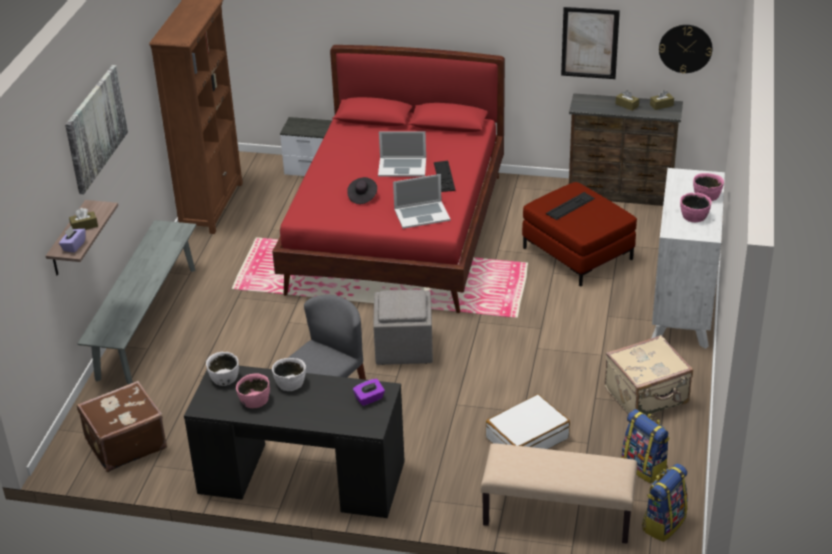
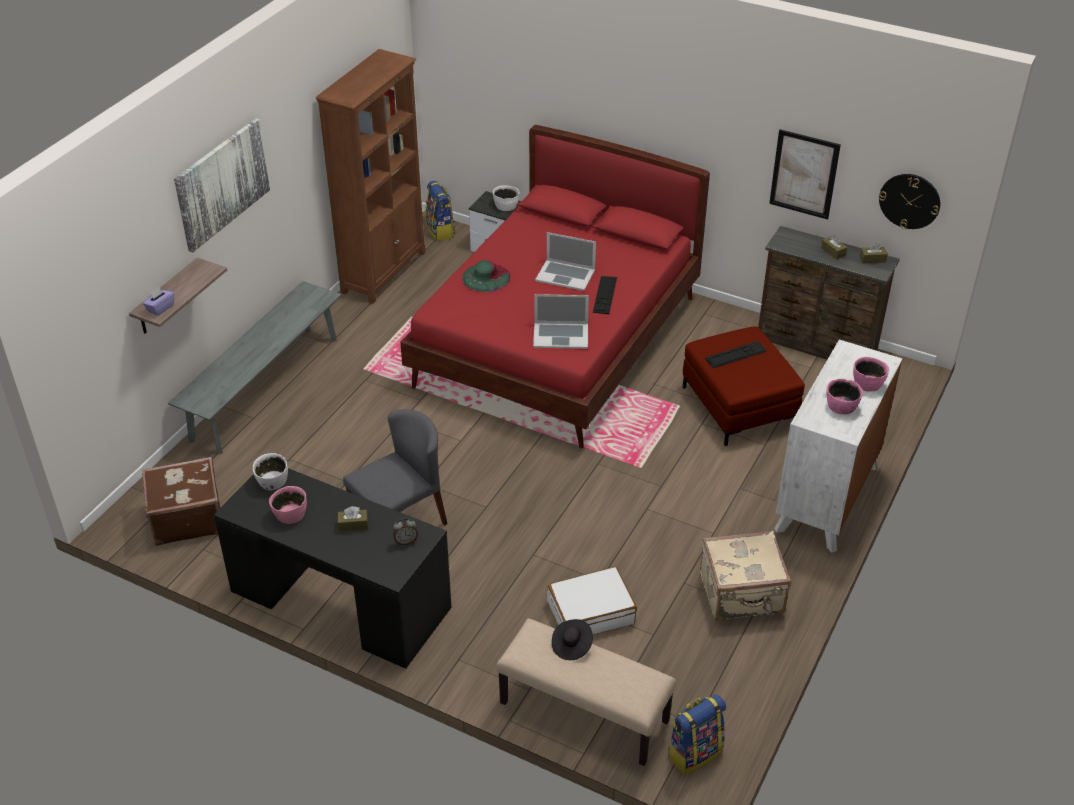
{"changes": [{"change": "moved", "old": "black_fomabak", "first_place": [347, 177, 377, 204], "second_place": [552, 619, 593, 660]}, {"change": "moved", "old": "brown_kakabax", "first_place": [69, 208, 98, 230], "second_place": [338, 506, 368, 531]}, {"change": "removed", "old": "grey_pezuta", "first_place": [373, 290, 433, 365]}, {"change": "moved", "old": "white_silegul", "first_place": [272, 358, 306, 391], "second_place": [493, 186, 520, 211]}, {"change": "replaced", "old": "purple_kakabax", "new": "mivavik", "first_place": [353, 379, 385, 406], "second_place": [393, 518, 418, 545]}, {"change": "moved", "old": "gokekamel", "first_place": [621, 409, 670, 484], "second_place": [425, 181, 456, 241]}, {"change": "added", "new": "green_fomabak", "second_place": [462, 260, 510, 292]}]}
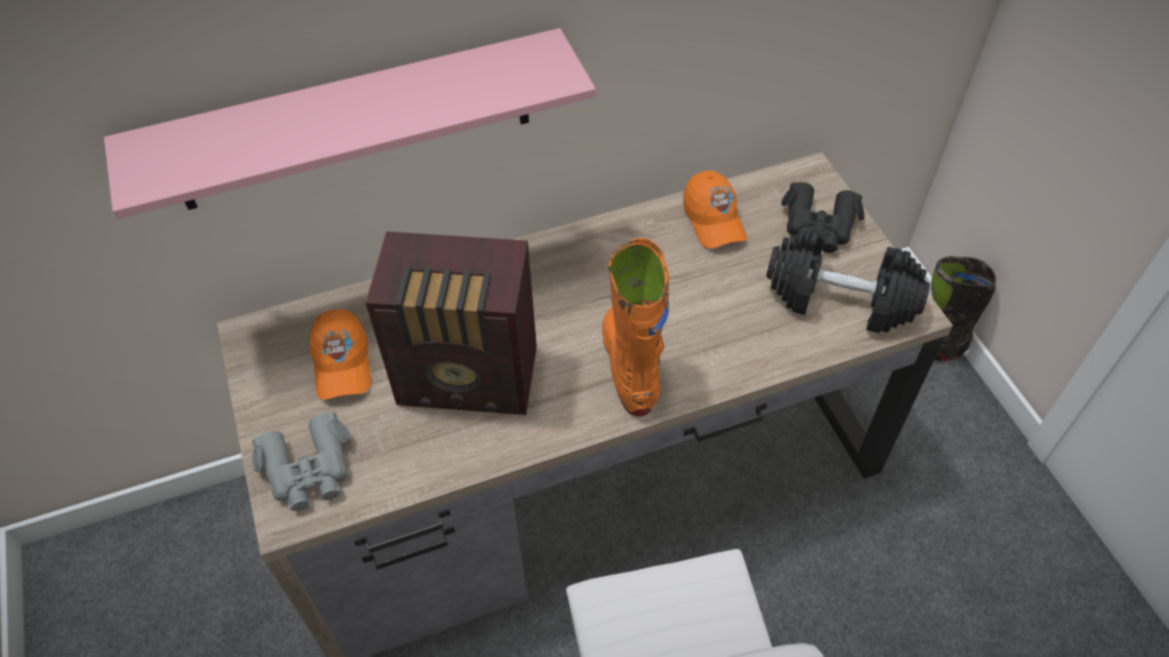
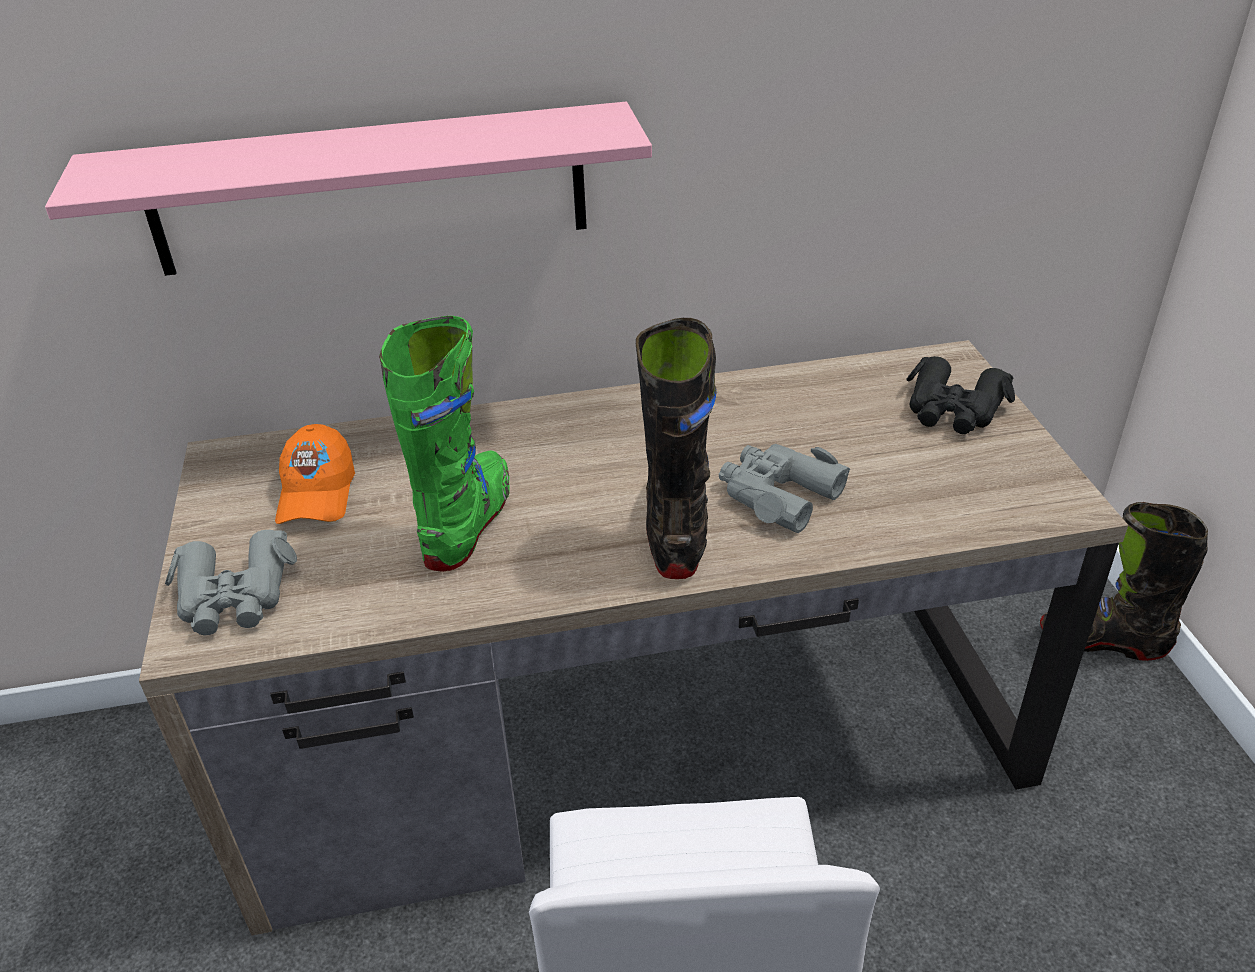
{"changes": [{"change": "removed", "old": "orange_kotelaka", "first_place": [684, 170, 747, 248]}, {"change": "removed", "old": "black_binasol", "first_place": [766, 229, 930, 333]}, {"change": "replaced", "old": "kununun", "new": "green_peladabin", "first_place": [365, 231, 537, 415], "second_place": [379, 316, 510, 572]}, {"change": "recoloured", "old": "orange_peladabin", "new": "black_peladabin", "first_place": [602, 238, 669, 416], "second_place": [636, 318, 717, 579]}, {"change": "added", "new": "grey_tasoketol", "second_place": [719, 444, 850, 533]}]}
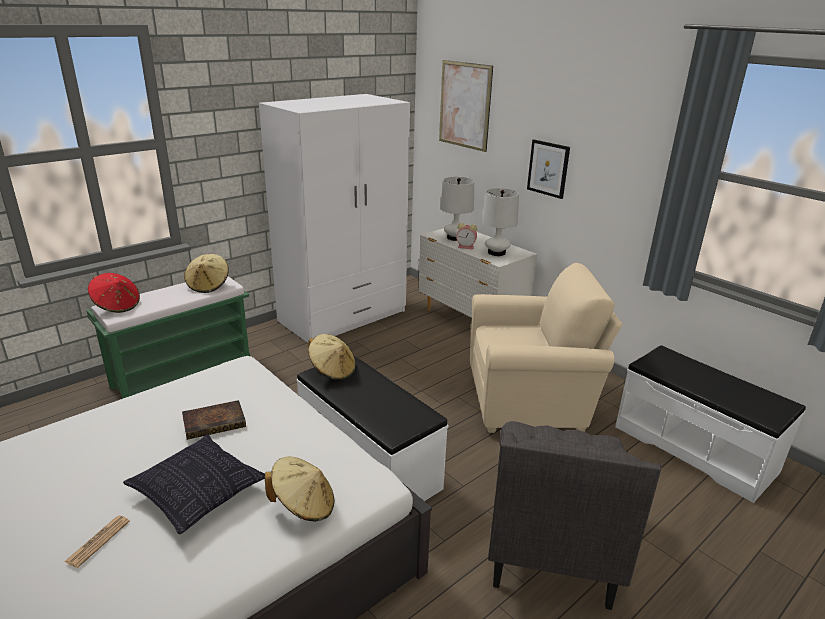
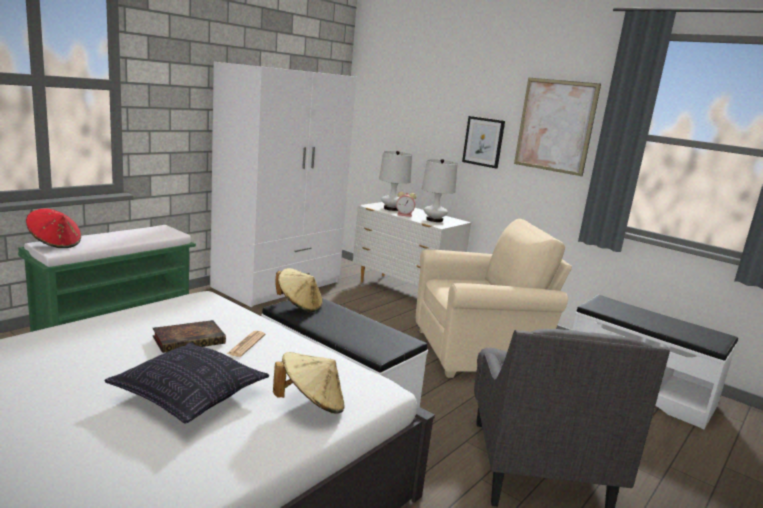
{"changes": [{"change": "moved", "old": "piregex", "first_place": [439, 60, 493, 152], "second_place": [514, 78, 601, 176]}, {"change": "removed", "old": "beige_fomabak", "first_place": [184, 254, 229, 293]}, {"change": "moved", "old": "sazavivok", "first_place": [64, 516, 130, 568], "second_place": [227, 331, 266, 357]}]}
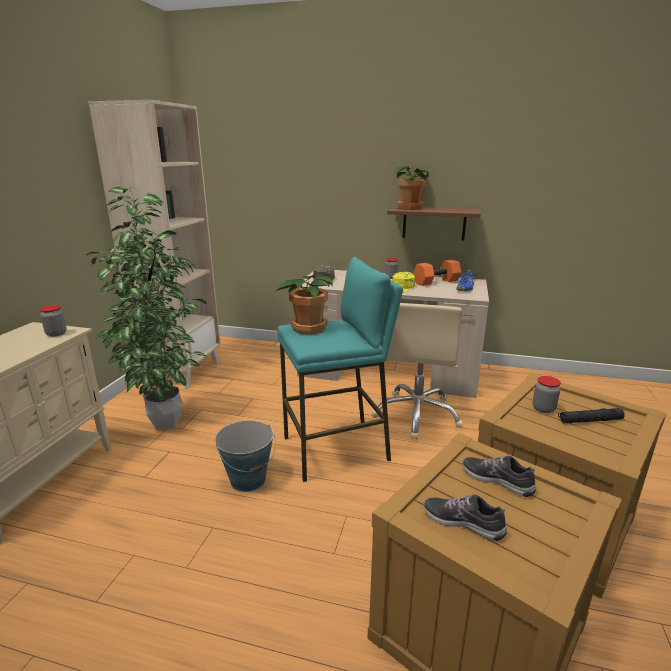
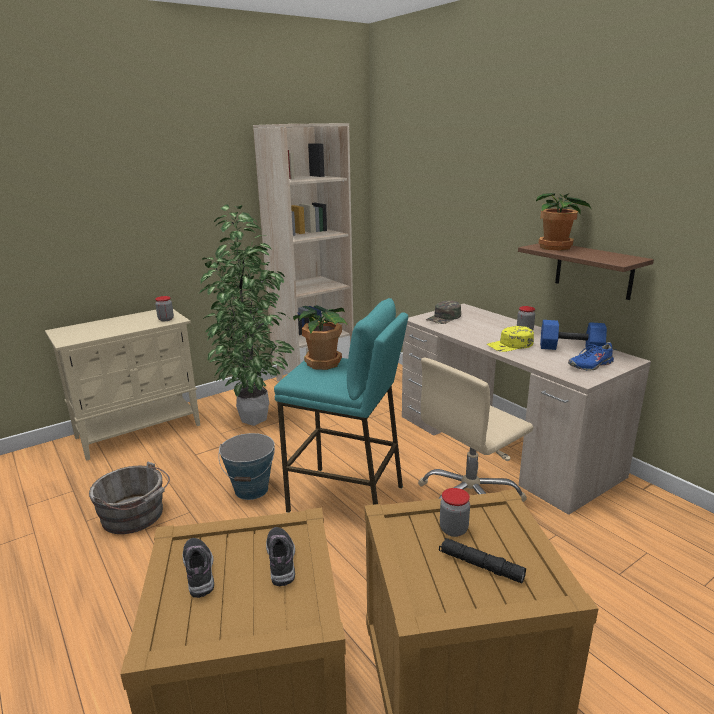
{"changes": [{"change": "recoloured", "old": "orange_binasol", "new": "blue_binasol", "first_place": [413, 260, 461, 286], "second_place": [540, 320, 607, 351]}, {"change": "added", "new": "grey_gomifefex", "second_place": [89, 462, 170, 534]}]}
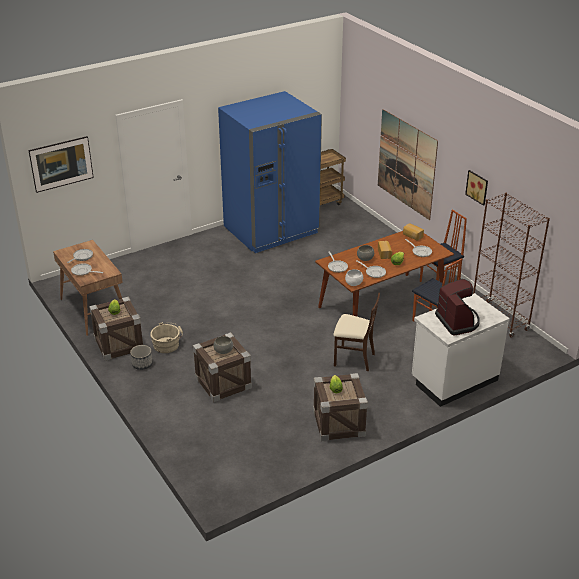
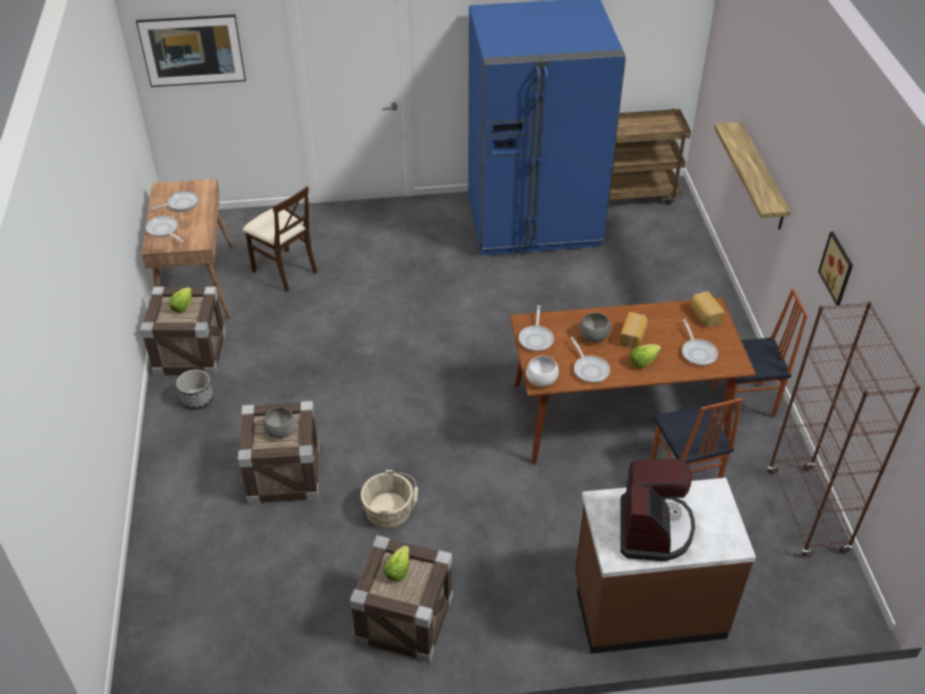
{"changes": [{"change": "replaced", "old": "piregex", "new": "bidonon", "first_place": [378, 109, 438, 220], "second_place": [714, 122, 791, 230]}, {"change": "moved", "old": "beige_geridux", "first_place": [333, 293, 380, 371], "second_place": [243, 186, 317, 292]}, {"change": "recoloured", "old": "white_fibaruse", "new": "brown_fibaruse", "first_place": [412, 293, 510, 407], "second_place": [575, 478, 756, 654]}, {"change": "moved", "old": "beige_gomifefex", "first_place": [150, 322, 183, 353], "second_place": [361, 470, 418, 529]}]}
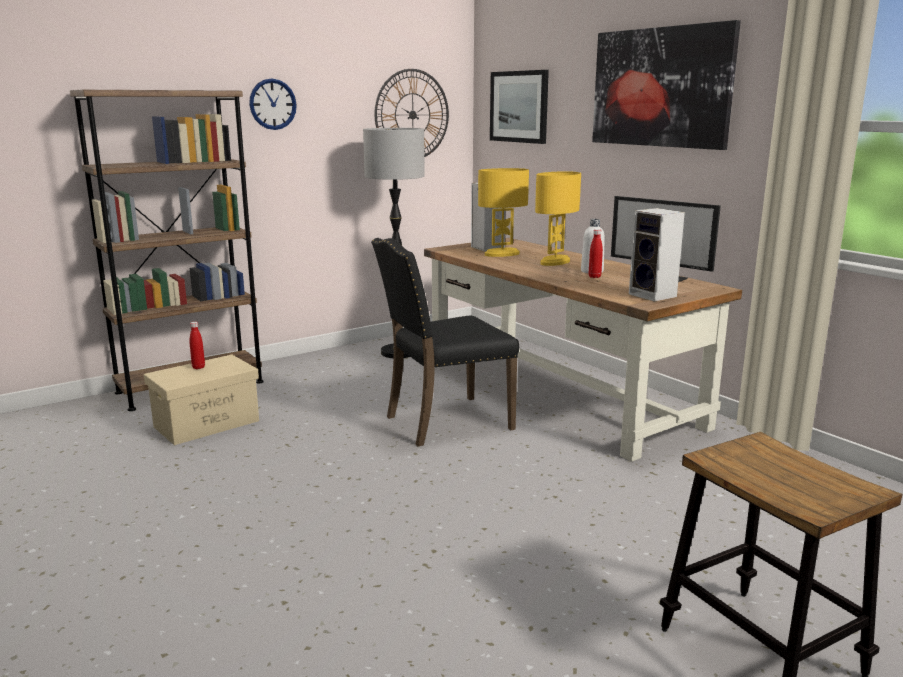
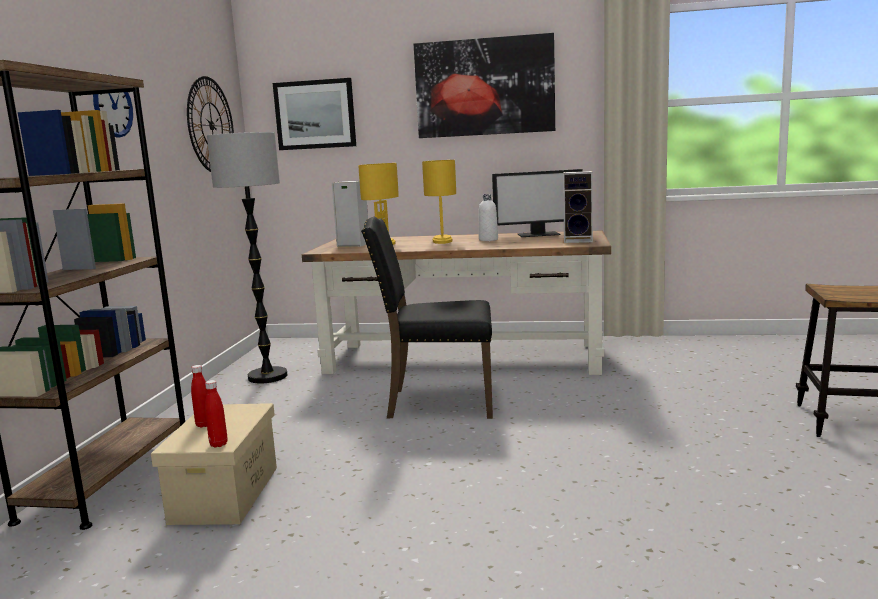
{"changes": [{"change": "moved", "old": "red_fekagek", "first_place": [589, 229, 603, 278], "second_place": [205, 380, 228, 448]}, {"change": "turned", "old": "black_geridux", "first_place": [371, 238, 519, 446], "second_place": [361, 217, 493, 419], "degrees": 75}]}
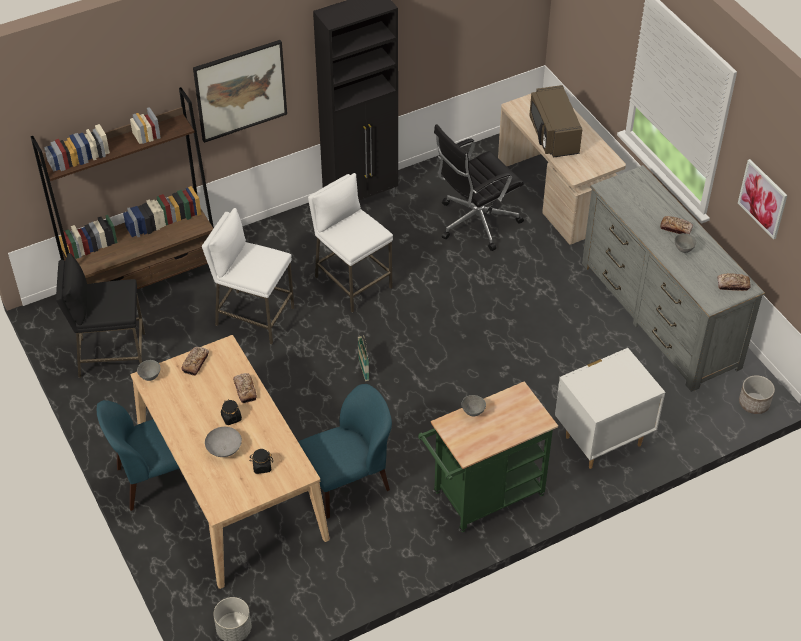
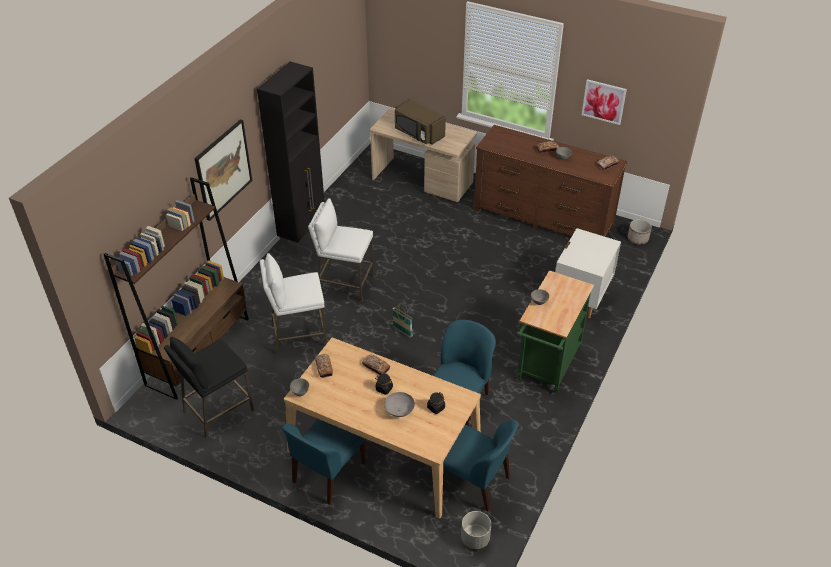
{"changes": [{"change": "removed", "old": "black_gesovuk", "first_place": [434, 124, 524, 251]}, {"change": "recoloured", "old": "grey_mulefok", "new": "brown_mulefok", "first_place": [582, 165, 765, 392], "second_place": [474, 125, 628, 237]}, {"change": "added", "new": "blue_geridux", "second_place": [443, 420, 519, 512]}]}
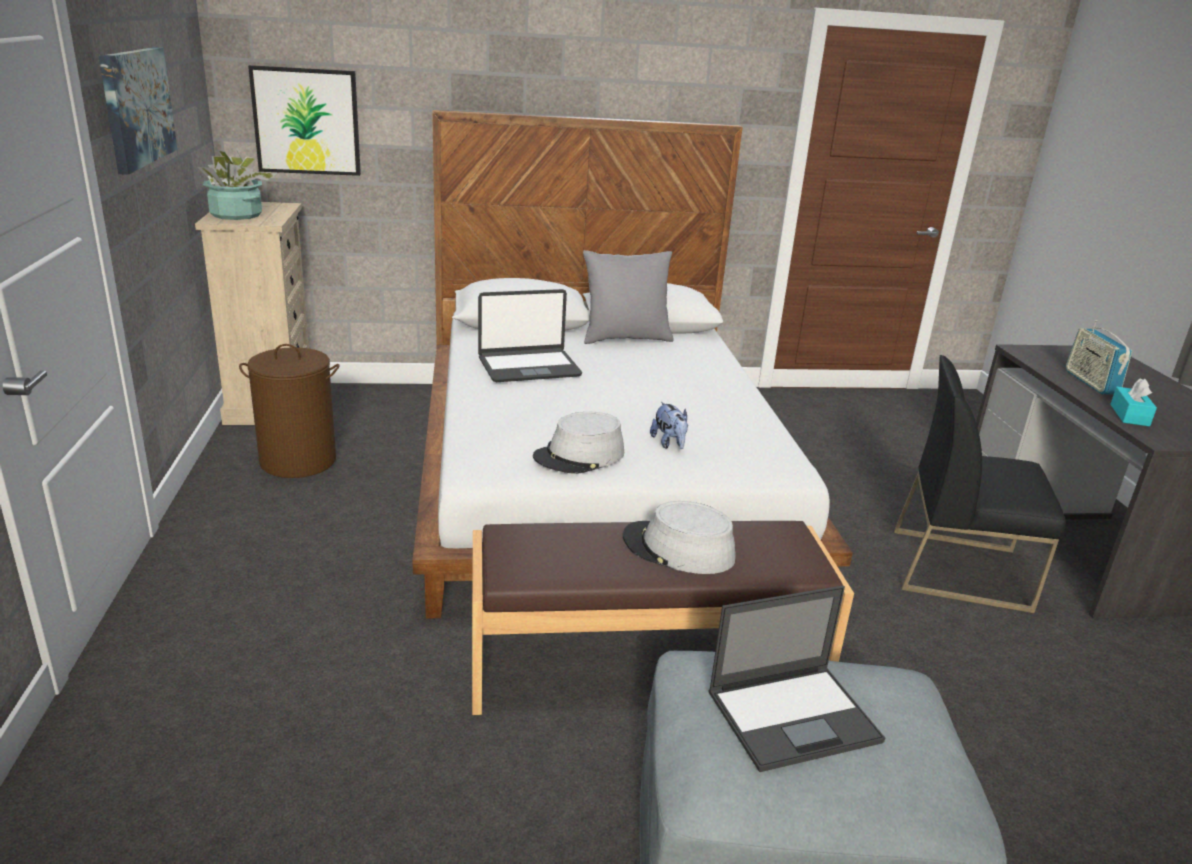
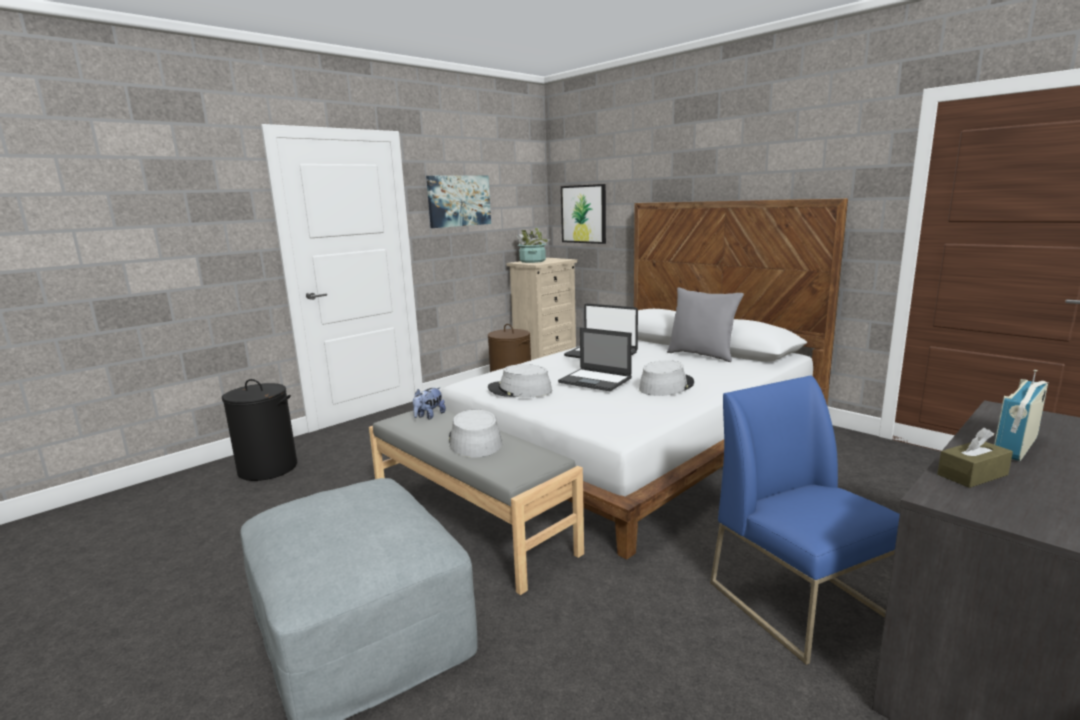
{"changes": [{"change": "recoloured", "old": "black_geridux", "new": "blue_geridux", "first_place": [894, 355, 1066, 613], "second_place": [710, 376, 900, 665]}, {"change": "recoloured", "old": "turquoise_kakabax", "new": "brown_kakabax", "first_place": [1110, 378, 1157, 427], "second_place": [937, 428, 1013, 488]}, {"change": "moved", "old": "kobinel", "first_place": [650, 402, 688, 449], "second_place": [413, 387, 446, 419]}, {"change": "recoloured", "old": "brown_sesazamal", "new": "grey_sesazamal", "first_place": [472, 521, 854, 715], "second_place": [369, 406, 584, 595]}, {"change": "moved", "old": "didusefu", "first_place": [708, 586, 885, 772], "second_place": [558, 327, 632, 391]}, {"change": "added", "new": "grey_fomabak", "second_place": [639, 360, 694, 396]}, {"change": "added", "new": "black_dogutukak", "second_place": [222, 379, 297, 481]}]}
